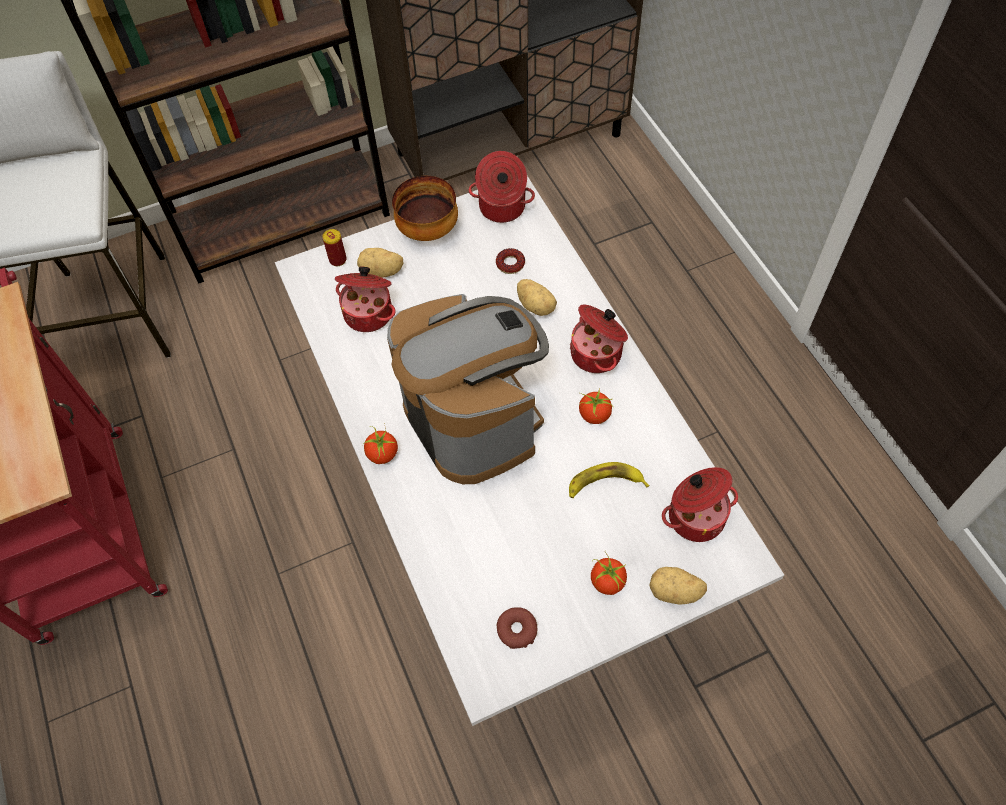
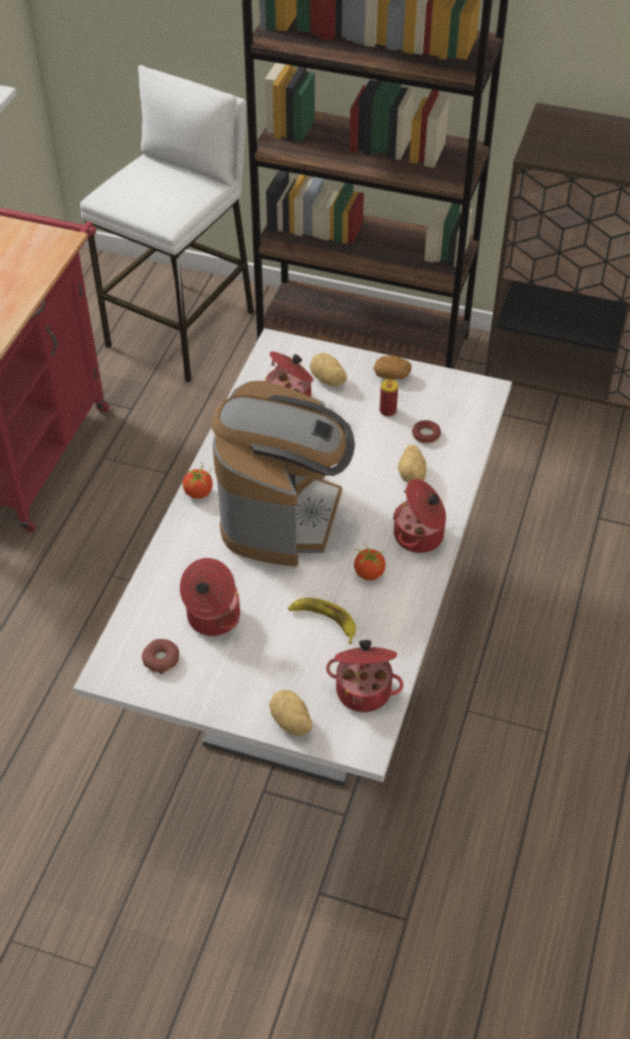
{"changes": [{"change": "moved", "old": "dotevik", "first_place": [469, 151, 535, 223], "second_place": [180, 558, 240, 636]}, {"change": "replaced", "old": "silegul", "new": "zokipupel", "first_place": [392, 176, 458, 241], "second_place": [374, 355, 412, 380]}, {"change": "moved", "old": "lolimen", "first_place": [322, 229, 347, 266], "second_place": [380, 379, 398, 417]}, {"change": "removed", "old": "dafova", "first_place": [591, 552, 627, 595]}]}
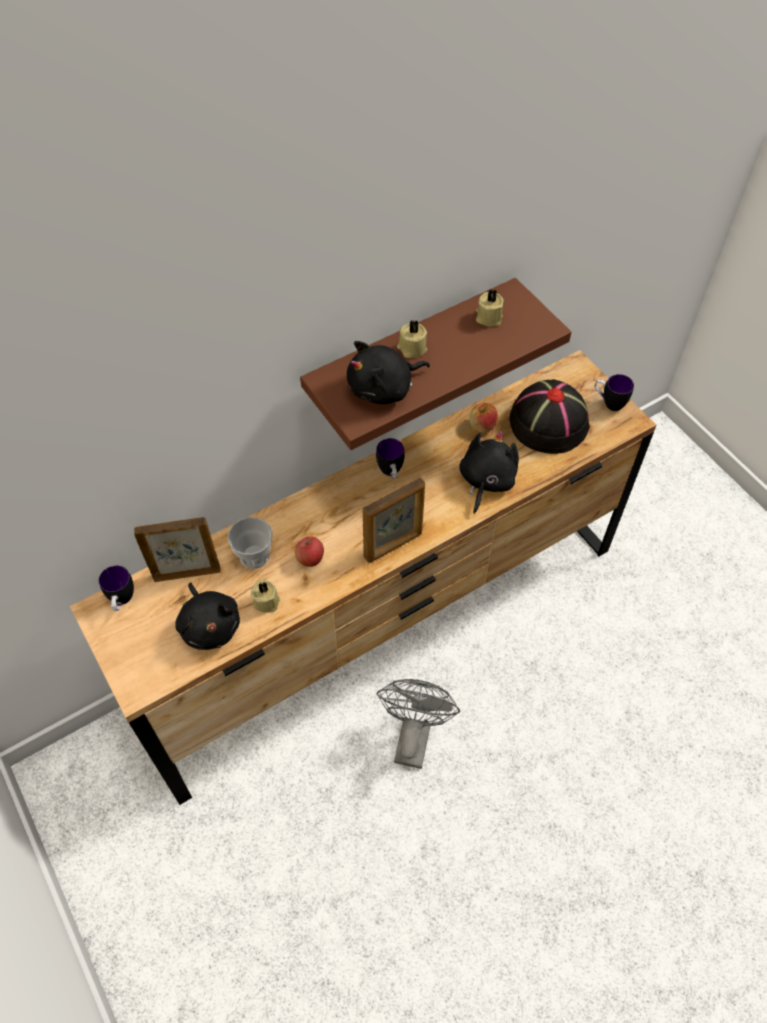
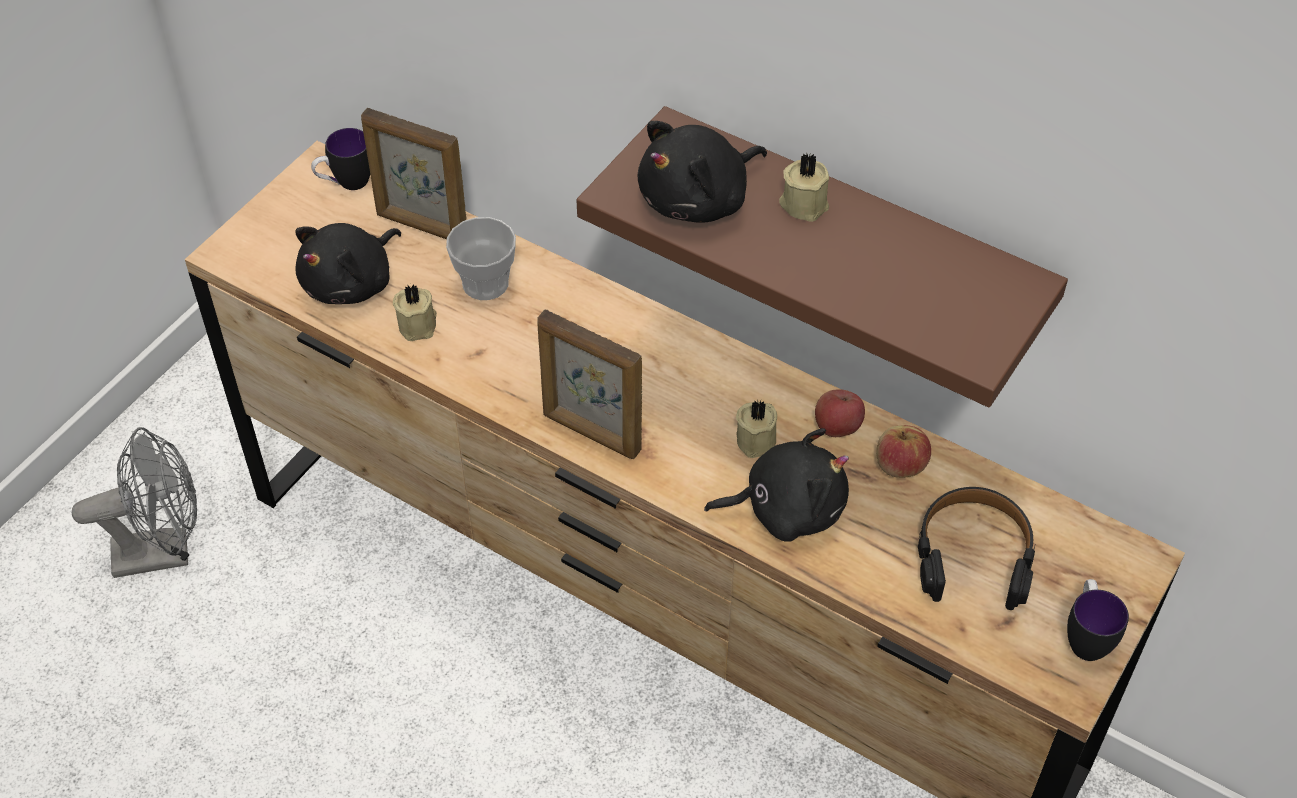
{"changes": [{"change": "moved", "old": "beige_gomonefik", "first_place": [476, 289, 504, 327], "second_place": [736, 400, 777, 458]}, {"change": "turned", "old": "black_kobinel", "first_place": [347, 341, 430, 404], "second_place": [638, 121, 767, 223], "degrees": -75}, {"change": "replaced", "old": "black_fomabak", "new": "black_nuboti", "first_place": [510, 379, 590, 454], "second_place": [918, 487, 1036, 610]}, {"change": "removed", "old": "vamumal", "first_place": [376, 438, 405, 479]}, {"change": "turned", "old": "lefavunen", "first_place": [134, 517, 221, 582], "second_place": [361, 108, 466, 239], "degrees": 150}, {"change": "moved", "old": "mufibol", "first_place": [295, 536, 324, 567], "second_place": [815, 389, 865, 437]}, {"change": "moved", "old": "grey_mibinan", "first_place": [377, 679, 460, 769], "second_place": [72, 427, 197, 578]}]}
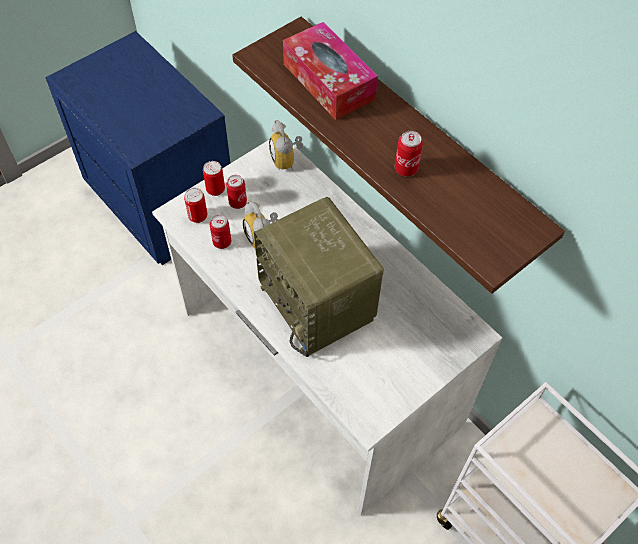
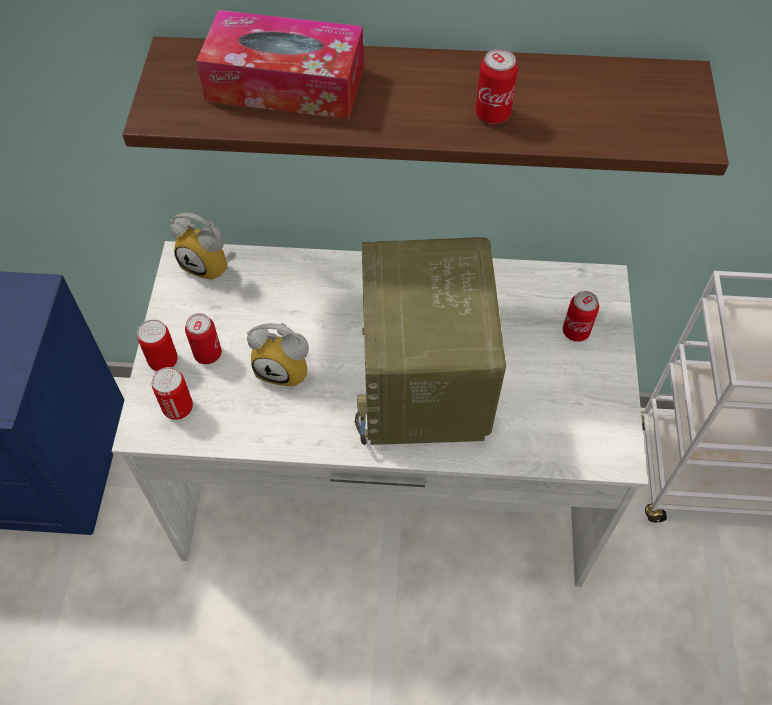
{"changes": [{"change": "turned", "old": "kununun", "first_place": [254, 197, 384, 357], "second_place": [355, 237, 506, 445], "degrees": 75}, {"change": "moved", "old": "lolimen", "first_place": [210, 215, 231, 249], "second_place": [563, 291, 599, 342]}]}
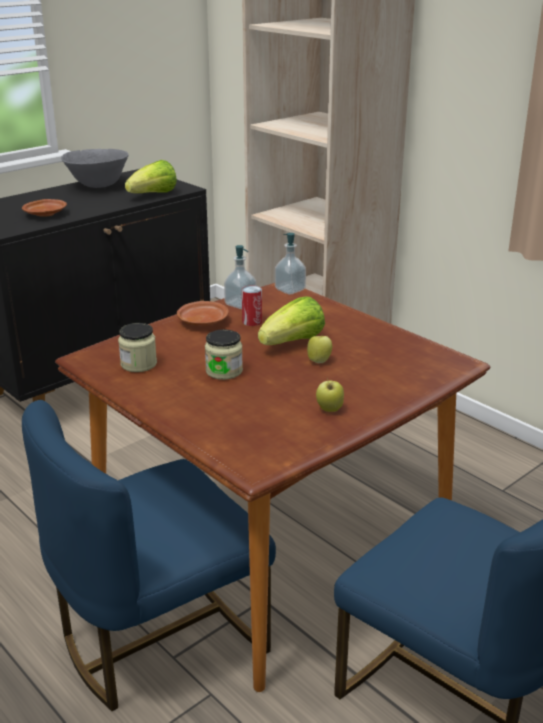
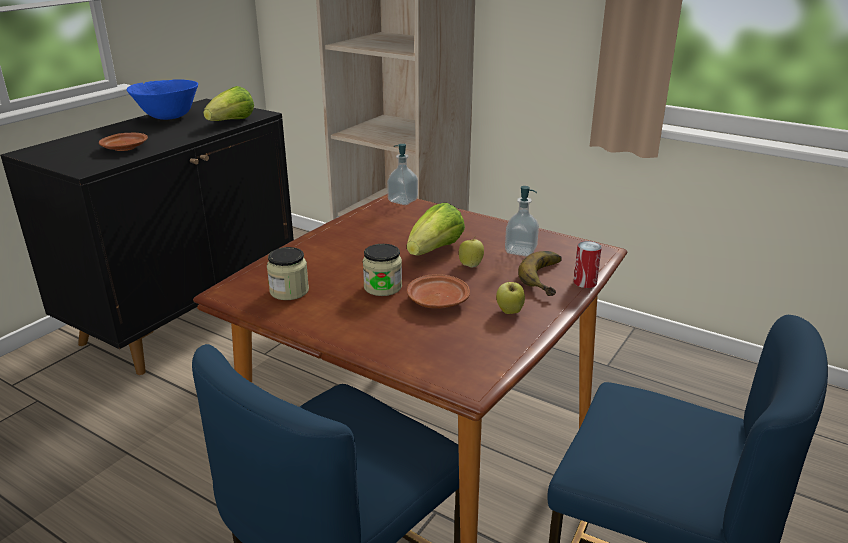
{"changes": [{"change": "recoloured", "old": "grey_silegul", "new": "blue_silegul", "first_place": [61, 149, 129, 188], "second_place": [127, 79, 198, 120]}, {"change": "moved", "old": "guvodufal", "first_place": [224, 245, 256, 309], "second_place": [505, 186, 539, 256]}, {"change": "moved", "old": "lolimen", "first_place": [242, 285, 262, 326], "second_place": [574, 241, 602, 288]}, {"change": "moved", "old": "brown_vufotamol", "first_place": [177, 301, 229, 326], "second_place": [407, 274, 470, 309]}, {"change": "added", "new": "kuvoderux", "second_place": [518, 251, 562, 296]}]}
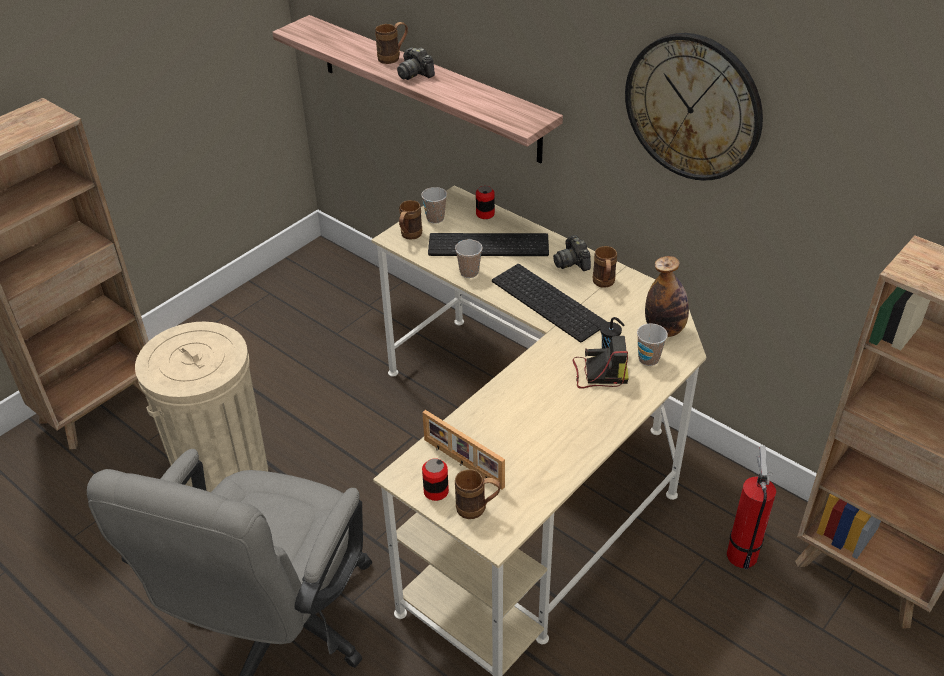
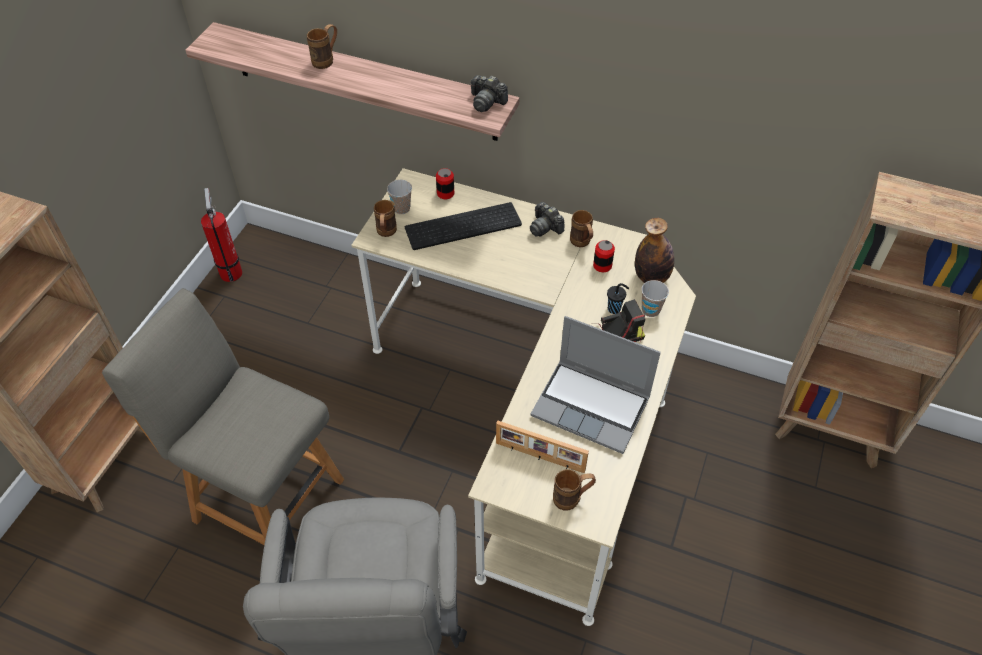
{"changes": [{"change": "removed", "old": "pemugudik", "first_place": [625, 33, 763, 181]}, {"change": "moved", "old": "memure", "first_place": [397, 47, 435, 80], "second_place": [471, 75, 508, 112]}, {"change": "removed", "old": "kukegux", "first_place": [455, 239, 483, 278]}, {"change": "removed", "old": "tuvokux", "first_place": [492, 264, 607, 342]}, {"change": "replaced", "old": "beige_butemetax", "new": "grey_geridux", "first_place": [135, 322, 268, 492], "second_place": [102, 288, 344, 545]}, {"change": "moved", "old": "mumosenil", "first_place": [727, 446, 776, 569], "second_place": [201, 188, 242, 282]}, {"change": "moved", "old": "lolimen", "first_place": [422, 458, 449, 501], "second_place": [593, 240, 615, 272]}, {"change": "added", "new": "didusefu", "second_place": [530, 316, 661, 454]}]}
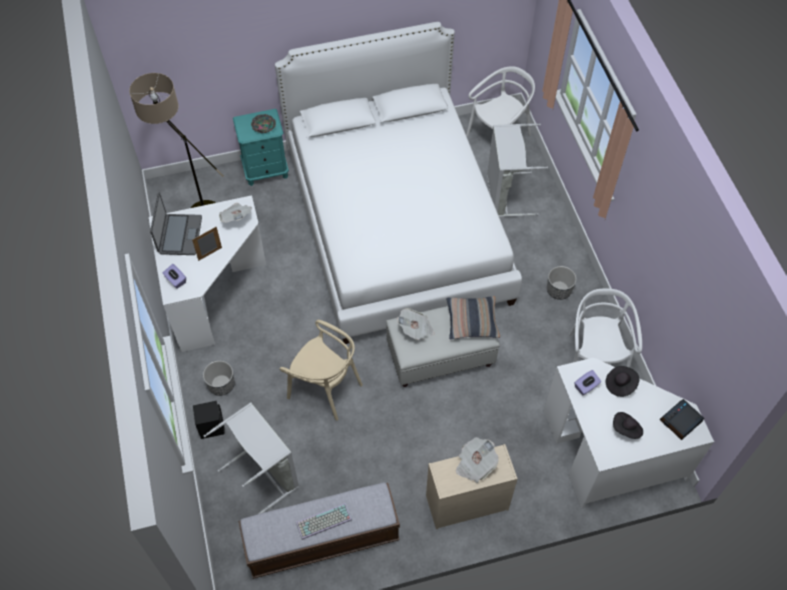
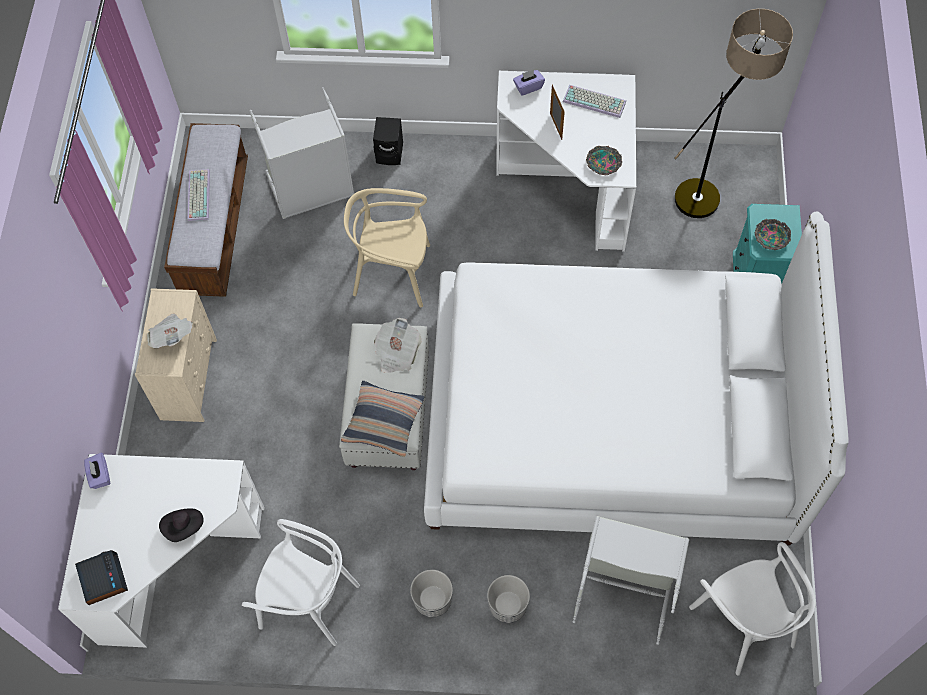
{"changes": [{"change": "replaced", "old": "didusefu", "new": "tuvokux", "first_place": [150, 192, 202, 255], "second_place": [563, 85, 626, 118]}, {"change": "replaced", "old": "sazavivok", "new": "silegul", "first_place": [219, 203, 252, 223], "second_place": [586, 146, 622, 175]}, {"change": "turned", "old": "beige_geridux", "first_place": [279, 320, 363, 421], "second_place": [344, 188, 430, 307], "degrees": 45}, {"change": "moved", "old": "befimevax", "first_place": [203, 360, 235, 396], "second_place": [487, 575, 530, 623]}, {"change": "moved", "old": "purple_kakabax", "first_place": [574, 370, 601, 395], "second_place": [84, 453, 110, 489]}, {"change": "removed", "old": "black_fomabak", "first_place": [613, 412, 643, 439]}]}
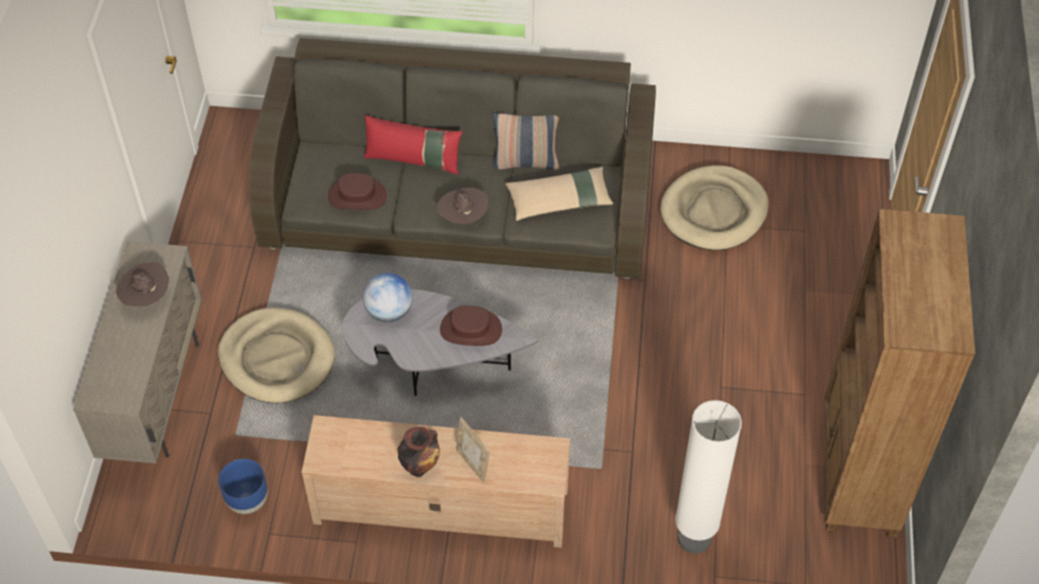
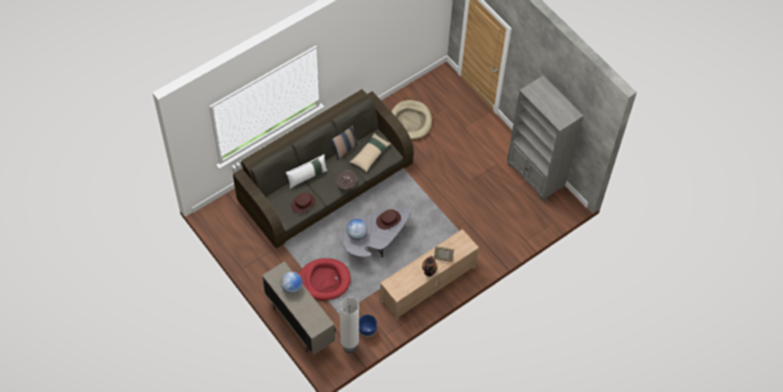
{"changes": [{"change": "recoloured", "old": "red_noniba", "new": "white_noniba", "first_place": [364, 115, 463, 175], "second_place": [285, 154, 328, 189]}, {"change": "recoloured", "old": "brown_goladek", "new": "grey_goladek", "first_place": [824, 209, 975, 538], "second_place": [507, 76, 583, 202]}, {"change": "replaced", "old": "brown_fomabak", "new": "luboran", "first_place": [116, 262, 169, 307], "second_place": [281, 272, 303, 294]}, {"change": "recoloured", "old": "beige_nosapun", "new": "red_nosapun", "first_place": [218, 308, 335, 403], "second_place": [299, 258, 351, 301]}, {"change": "moved", "old": "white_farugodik", "first_place": [675, 400, 742, 554], "second_place": [340, 297, 359, 353]}]}
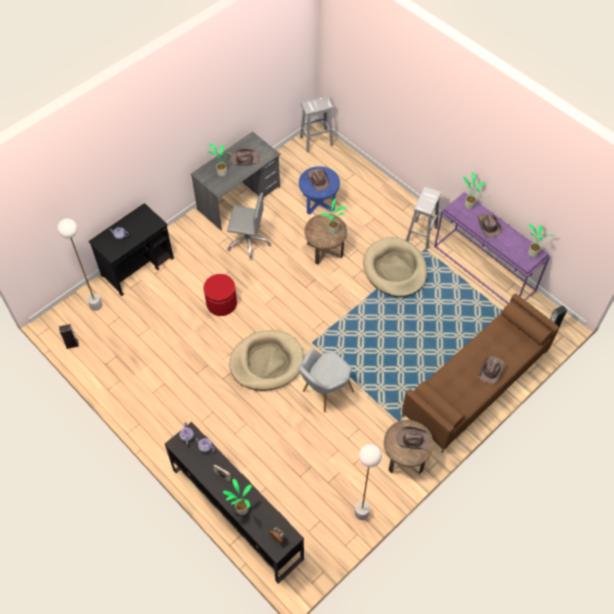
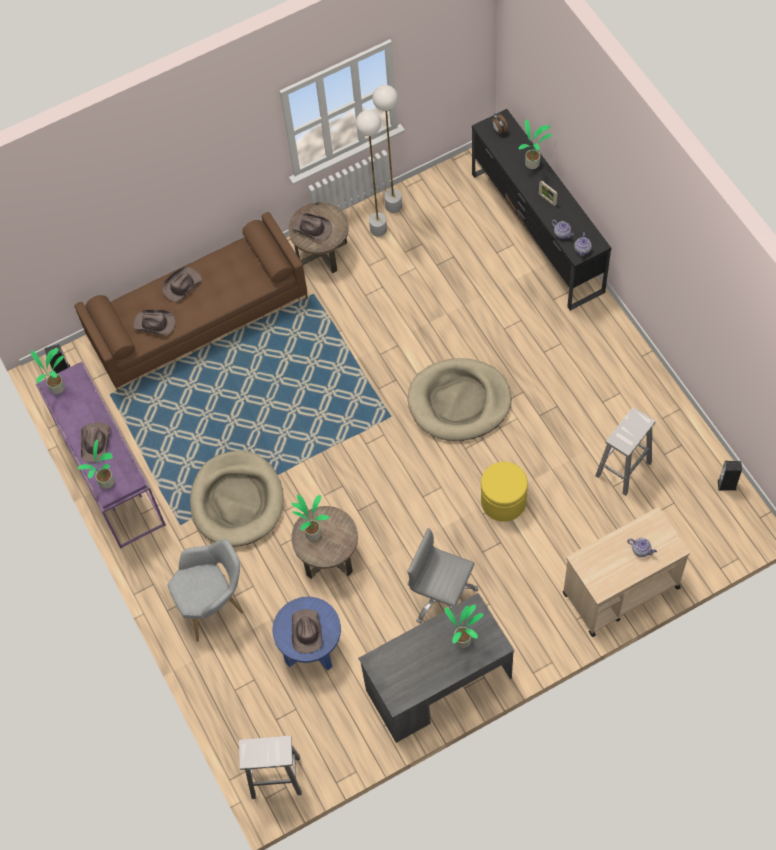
{"changes": [{"change": "moved", "old": "brown_fomabak", "first_place": [231, 149, 259, 166], "second_place": [133, 310, 176, 335]}, {"change": "moved", "old": "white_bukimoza", "first_place": [406, 187, 441, 250], "second_place": [595, 407, 656, 496]}, {"change": "recoloured", "old": "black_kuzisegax", "new": "beige_kuzisegax", "first_place": [89, 203, 174, 296], "second_place": [563, 507, 690, 637]}, {"change": "moved", "old": "white_farugodik", "first_place": [57, 218, 103, 311], "second_place": [356, 110, 387, 237]}, {"change": "recoloured", "old": "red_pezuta", "new": "yellow_pezuta", "first_place": [204, 274, 237, 316], "second_place": [481, 462, 528, 522]}, {"change": "moved", "old": "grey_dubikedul", "first_place": [299, 349, 354, 412], "second_place": [167, 539, 243, 642]}]}
